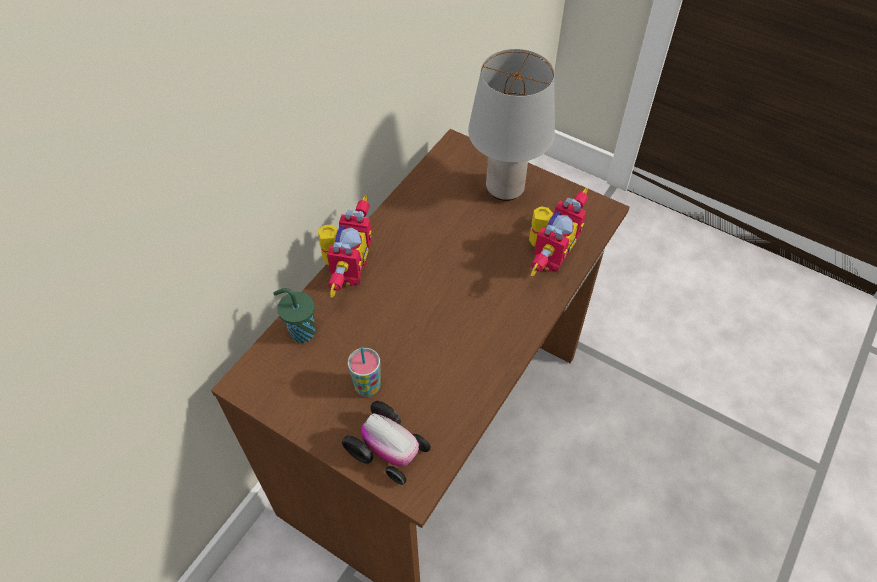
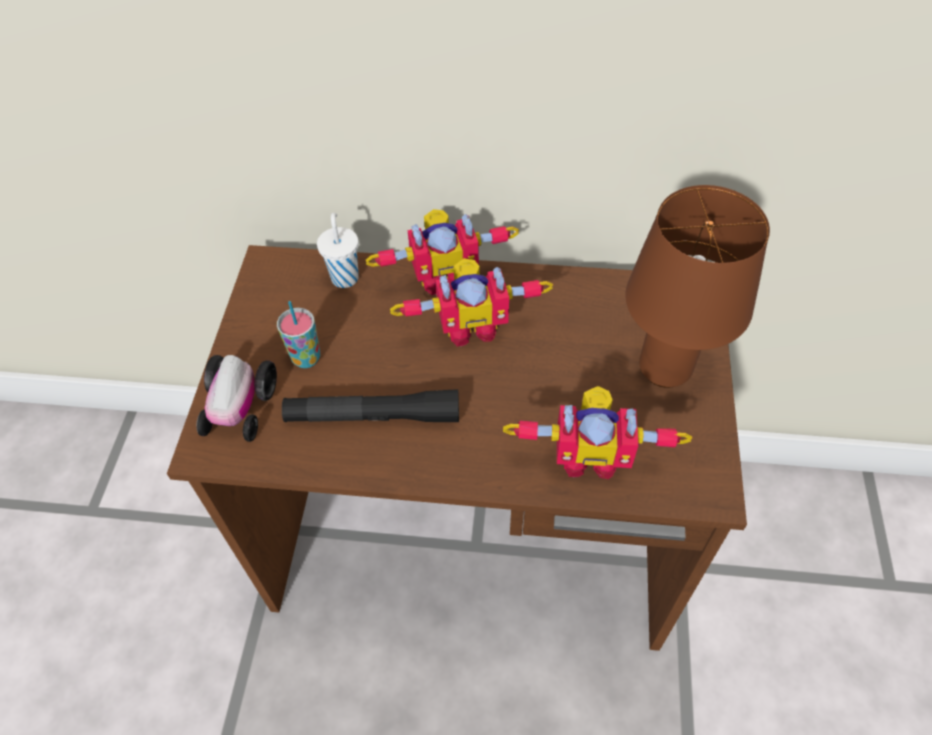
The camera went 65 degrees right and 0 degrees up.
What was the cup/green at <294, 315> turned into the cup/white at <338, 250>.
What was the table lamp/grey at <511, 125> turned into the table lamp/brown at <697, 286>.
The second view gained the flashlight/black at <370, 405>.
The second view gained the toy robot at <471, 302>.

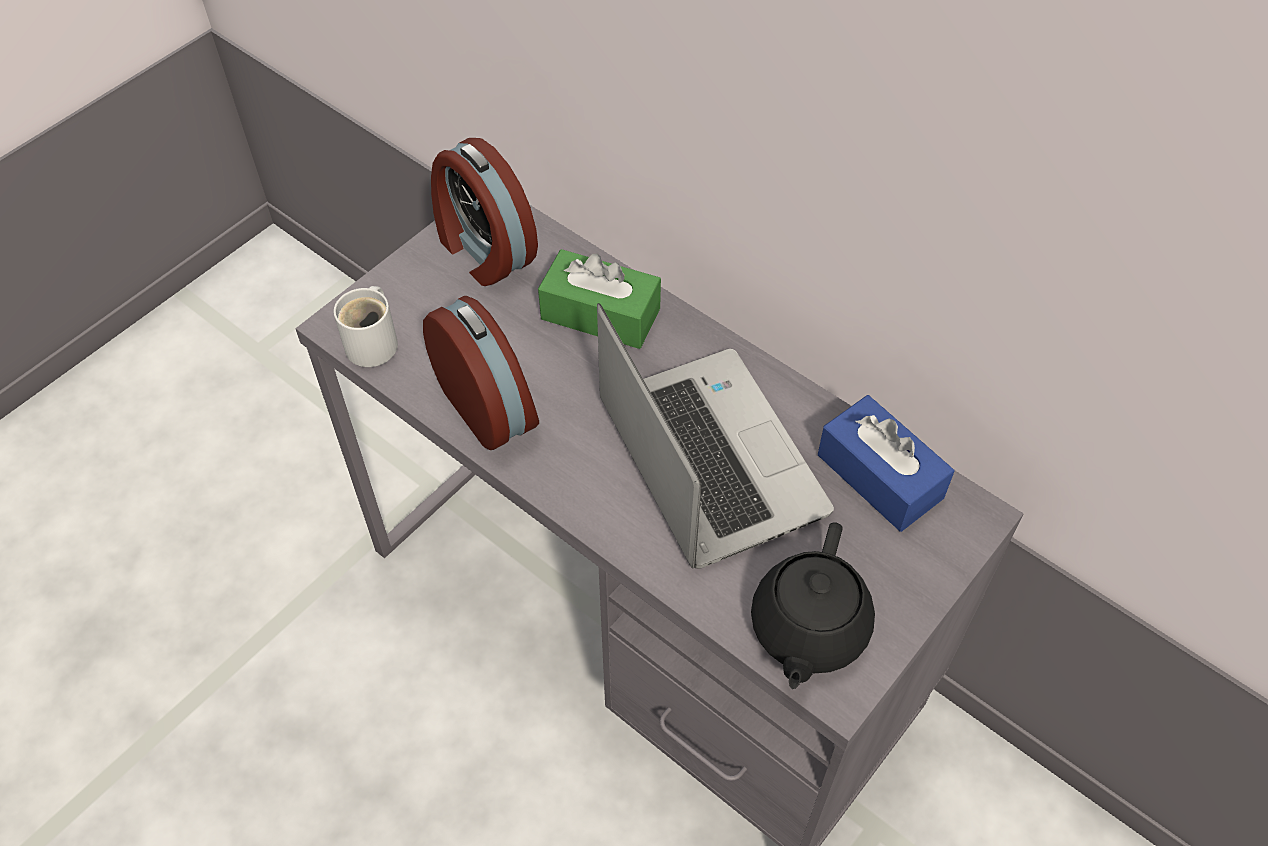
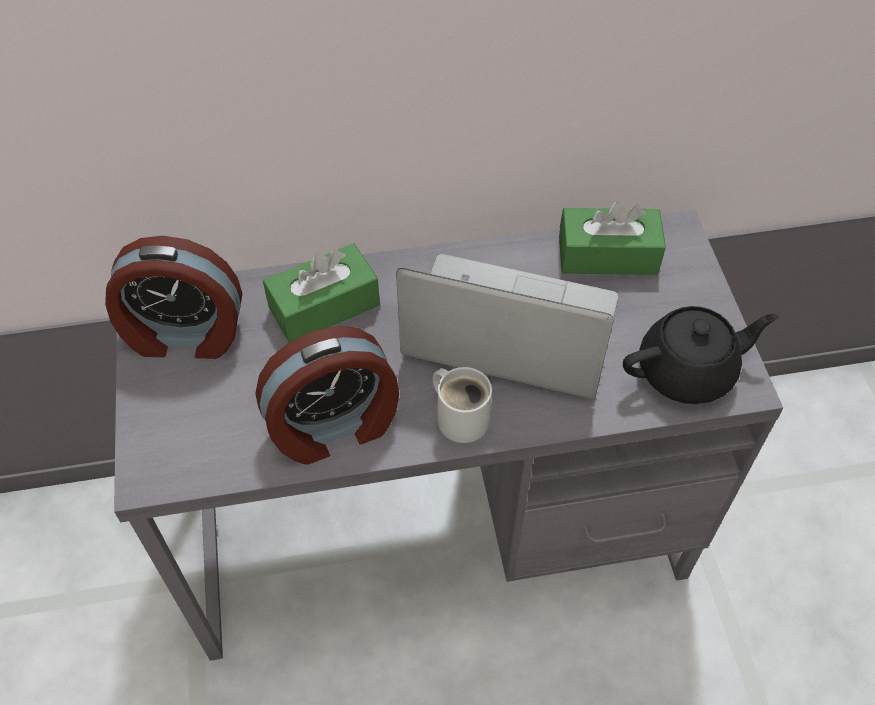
The camera went 50 degrees left and 0 degrees up.
The mug/white ended up elsewhere, having gone from <365, 326> to <462, 405>.
The alarm clock at <481, 373> ended up facing another way, 150 degrees clockwise from before.
The teapot/black at <813, 605> ended up facing another way, 75 degrees counterclockwise from before.
What was the tissue box/blue at <886, 463> turned into the tissue box/green at <612, 237>.

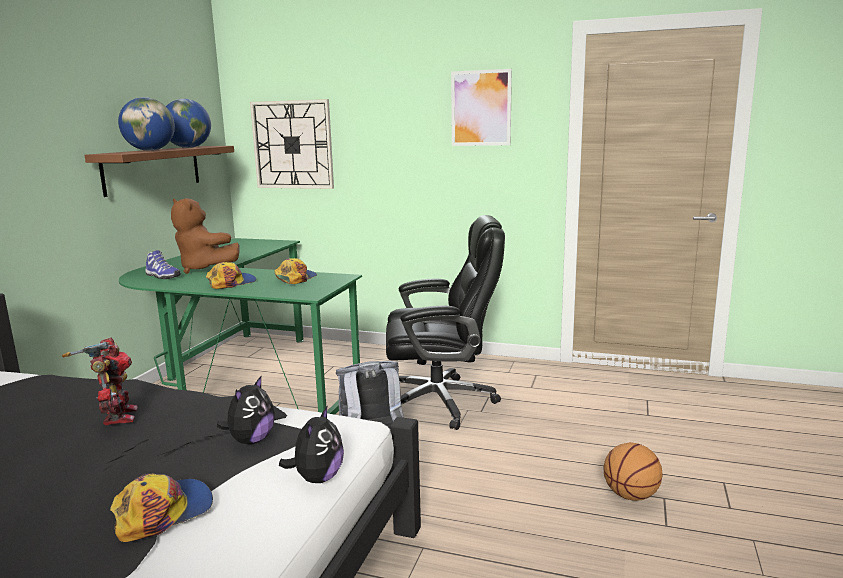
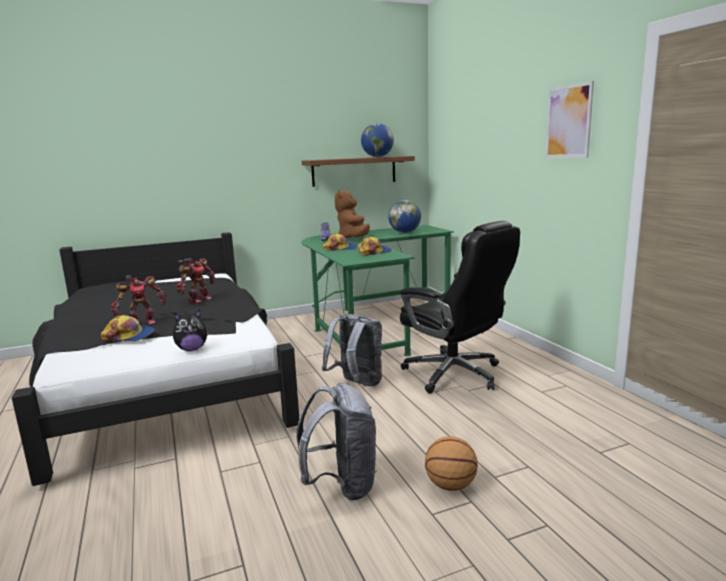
The camera went 50 degrees right and 0 degrees up.
The globe ended up elsewhere, having gone from <146, 124> to <404, 216>.
The second view lost the plush toy at <246, 410>.
The second view lost the wall clock at <292, 144>.
The second view gained the toy robot at <139, 299>.
The second view gained the backpack/grey at <336, 442>.

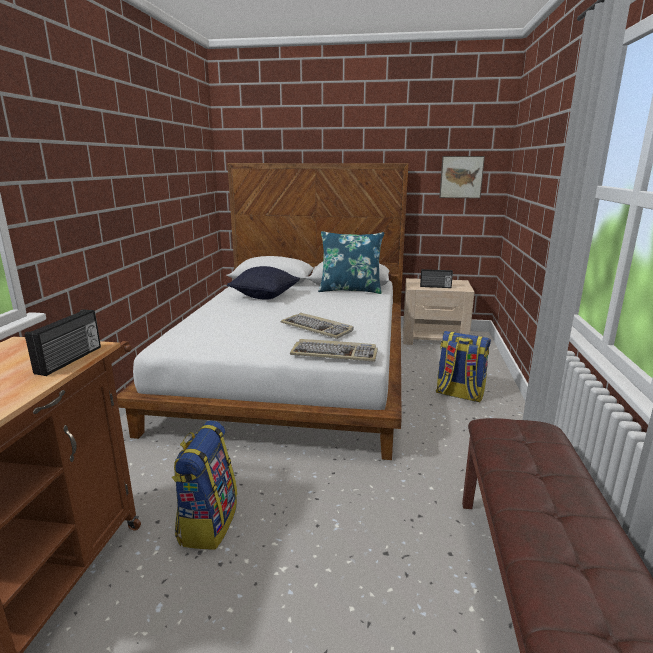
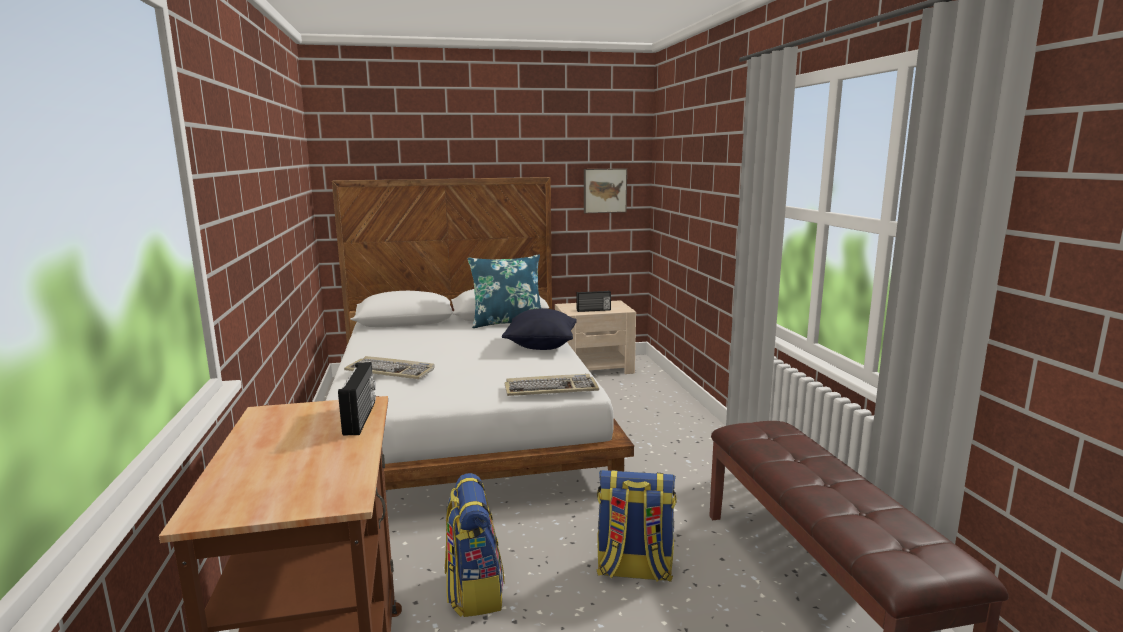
The camera went 20 degrees left and 5 degrees down.
The pillow/black ended up elsewhere, having gone from <263, 283> to <539, 329>.
The keyboard ended up elsewhere, having gone from <317, 326> to <389, 367>.
The backpack ended up elsewhere, having gone from <463, 366> to <636, 526>.

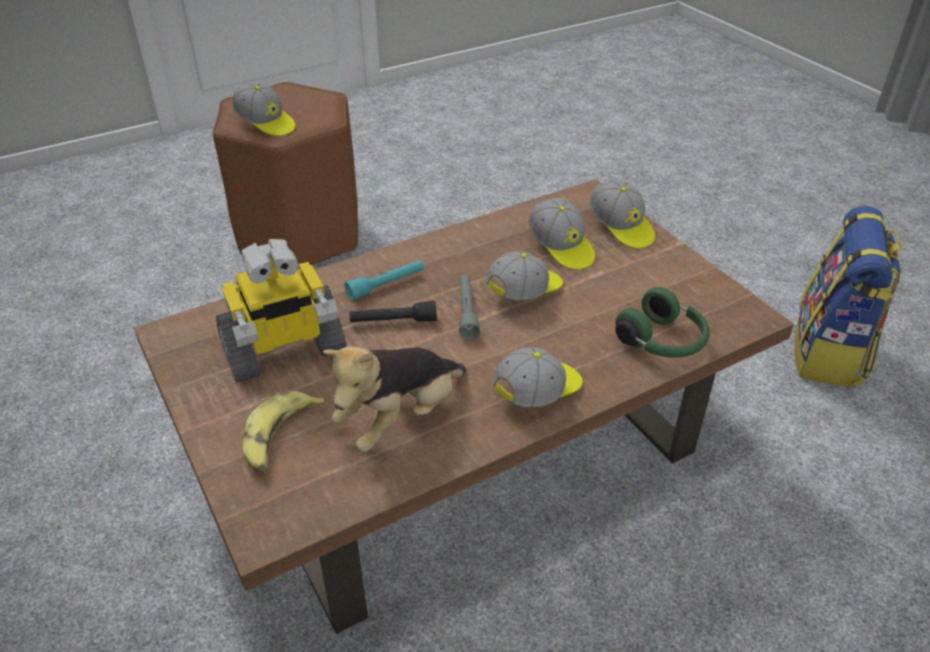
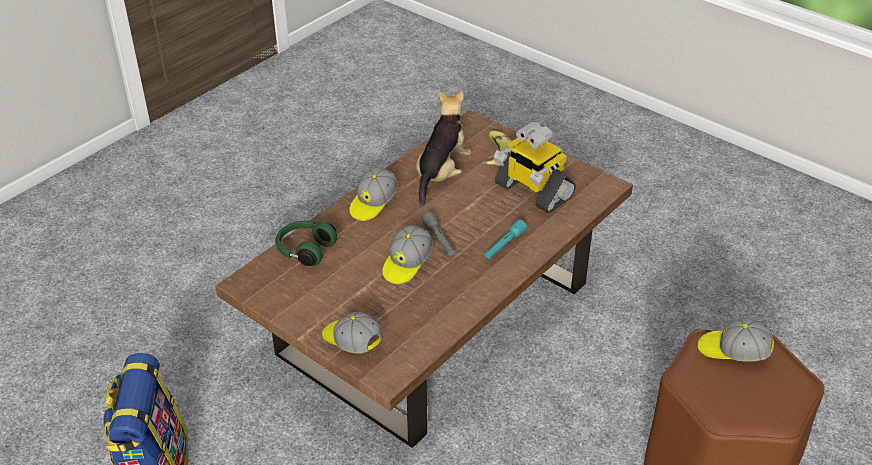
The camera went 160 degrees right and 0 degrees up.
The toy robot at <281, 311> ended up facing another way, 90 degrees counterclockwise from before.
The second view lost the flashlight/black at <393, 311>.
The second view lost the cap at <561, 234>.

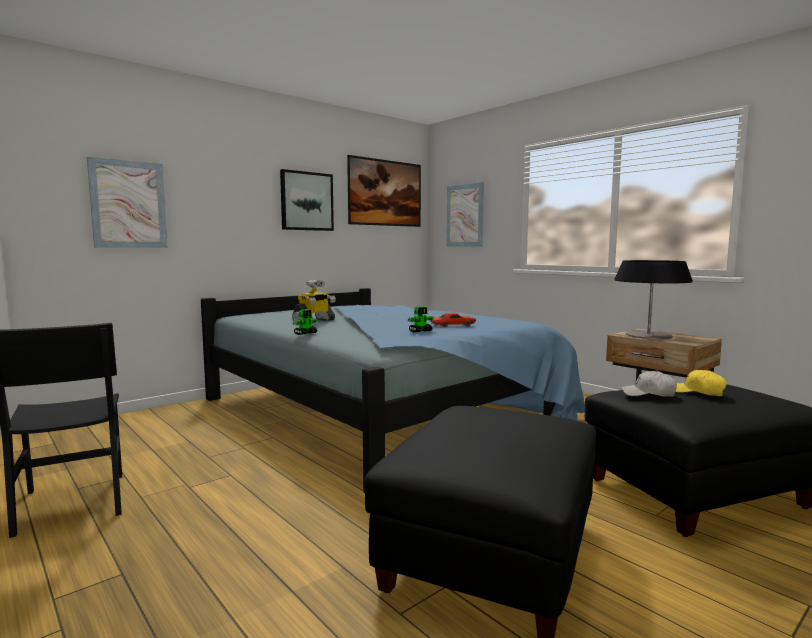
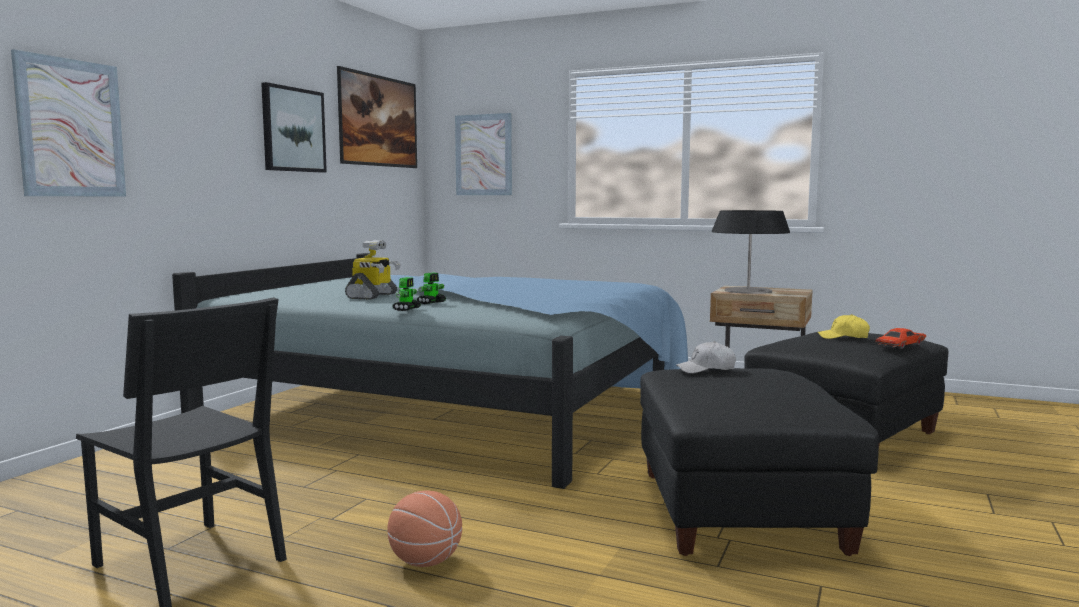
The camera went 25 degrees left and 0 degrees up.
The toy robot ended up elsewhere, having gone from <420, 319> to <431, 288>.
The toy car/red ended up elsewhere, having gone from <453, 320> to <900, 338>.
The cap/white ended up elsewhere, having gone from <649, 384> to <706, 357>.
The second view gained the basketball at <424, 528>.

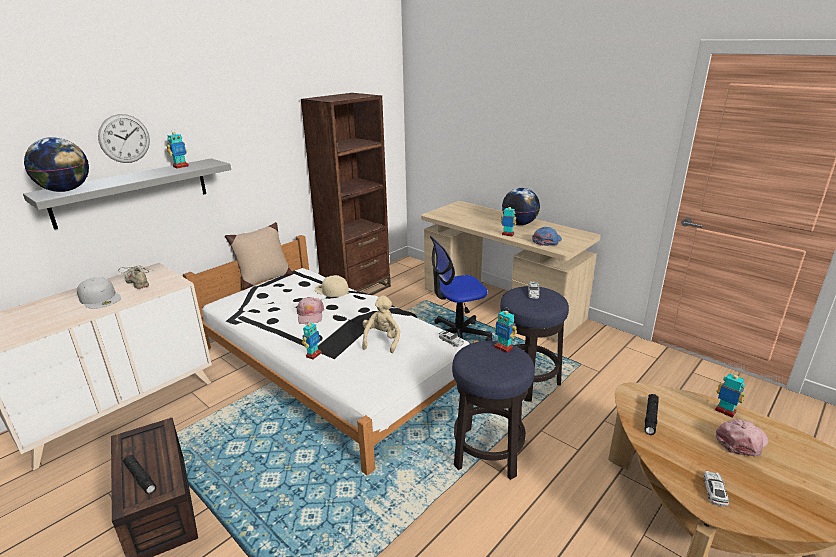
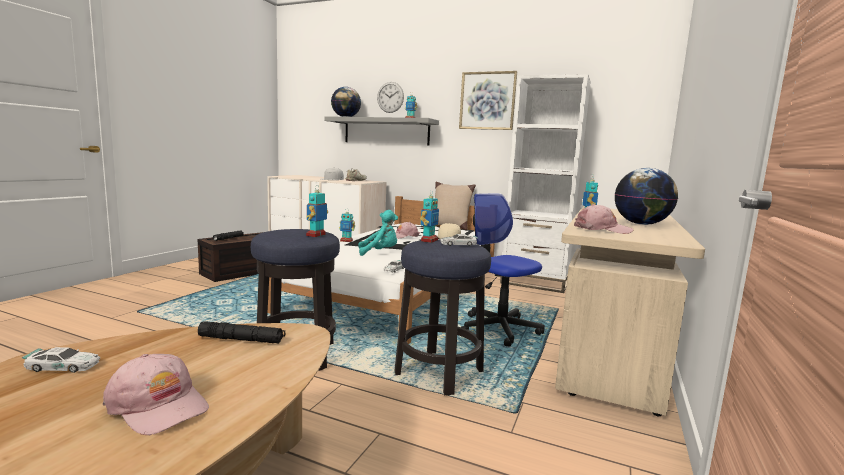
The camera went 70 degrees right and 15 degrees down.
What was the bookcase/brown at <346, 194> turned into the bookcase/white at <545, 183>.
What was the plush toy/beige at <381, 324> turned into the plush toy/turquoise at <378, 233>.
What was the cap/blue at <547, 236> turned into the cap/pink at <603, 219>.
The toy robot ended up elsewhere, having gone from <730, 394> to <429, 219>.
The second view gained the picture at <488, 100>.

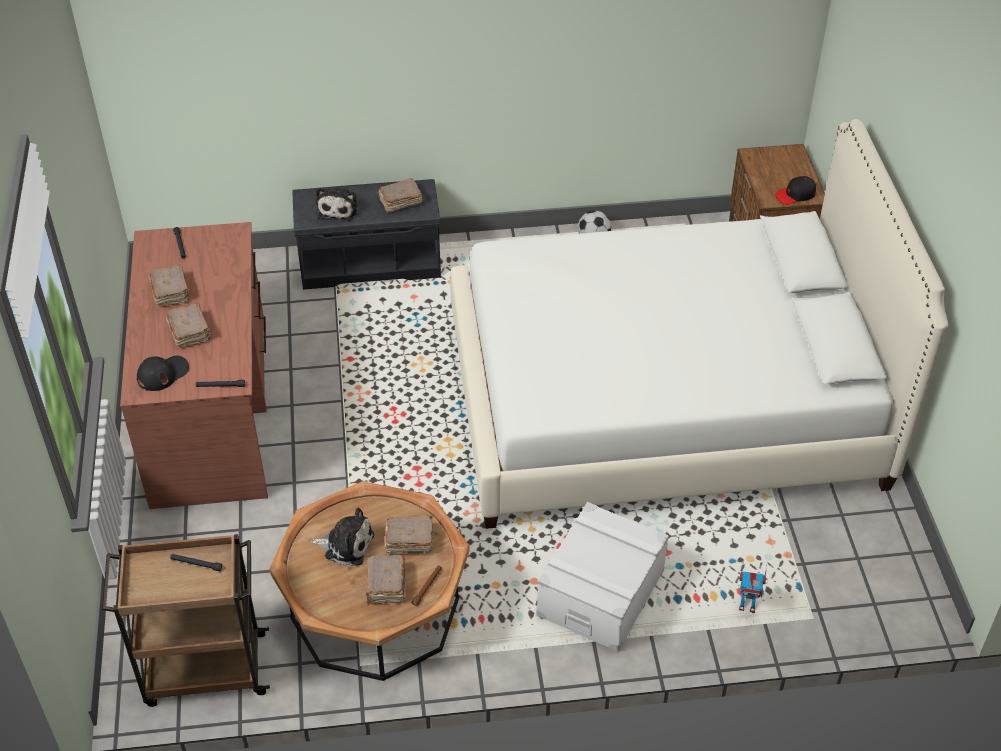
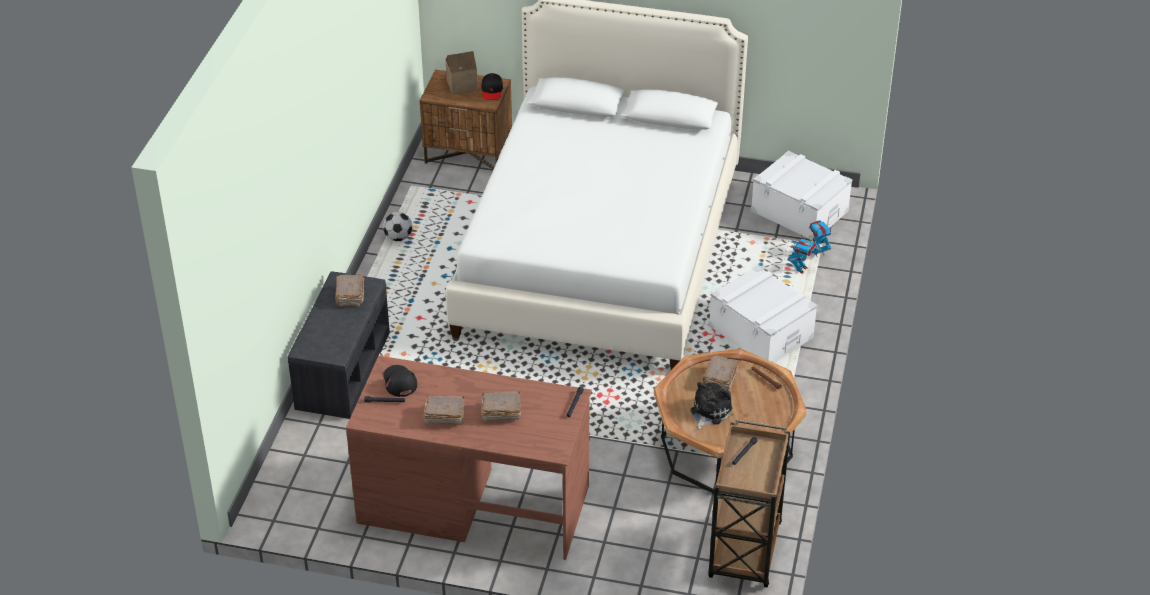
The camera went 70 degrees left and 5 degrees down.
The cap/black ended up elsewhere, having gone from <163, 373> to <400, 381>.
The second view lost the plush toy at <336, 204>.
The second view lost the book/brown at <386, 579>.
The second view gained the toy house at <462, 73>.
The second view gained the storage box/white at <802, 196>.
The second view gained the toy robot at <820, 238>.

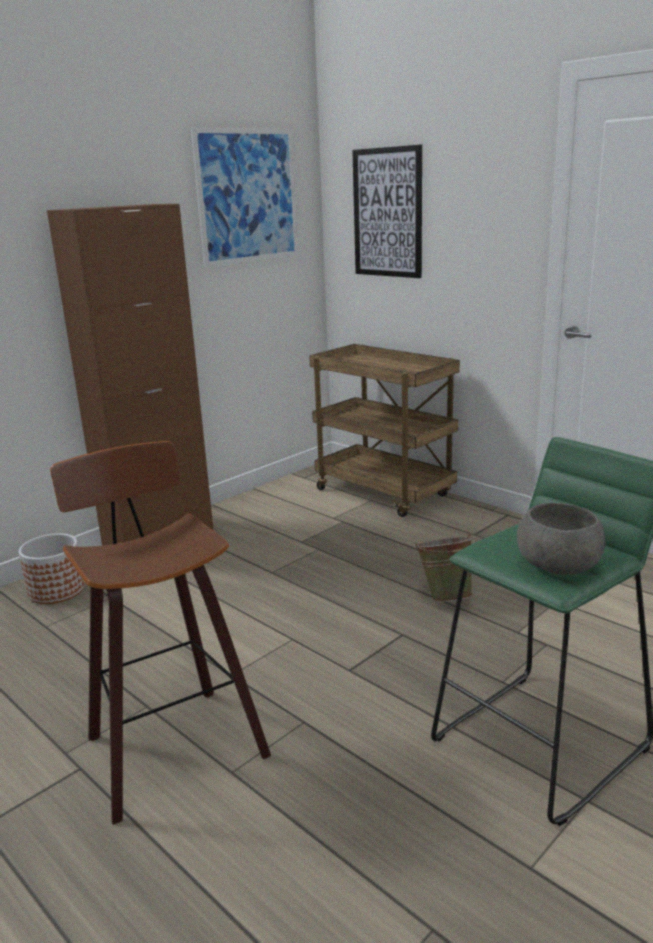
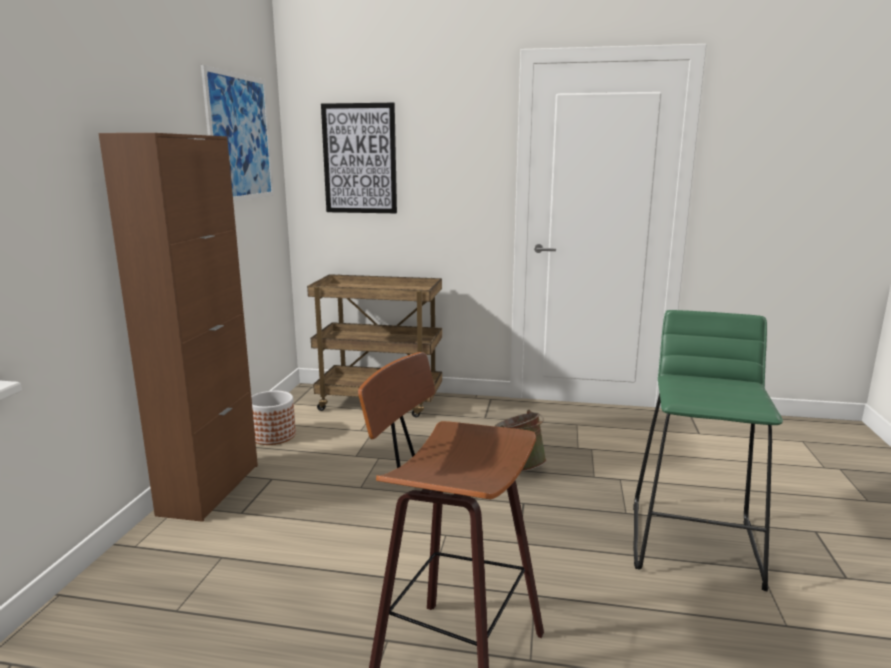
The camera went 35 degrees left and 5 degrees down.
The planter ended up elsewhere, having gone from <52, 568> to <273, 418>.
The second view lost the bowl/grey at <561, 539>.

